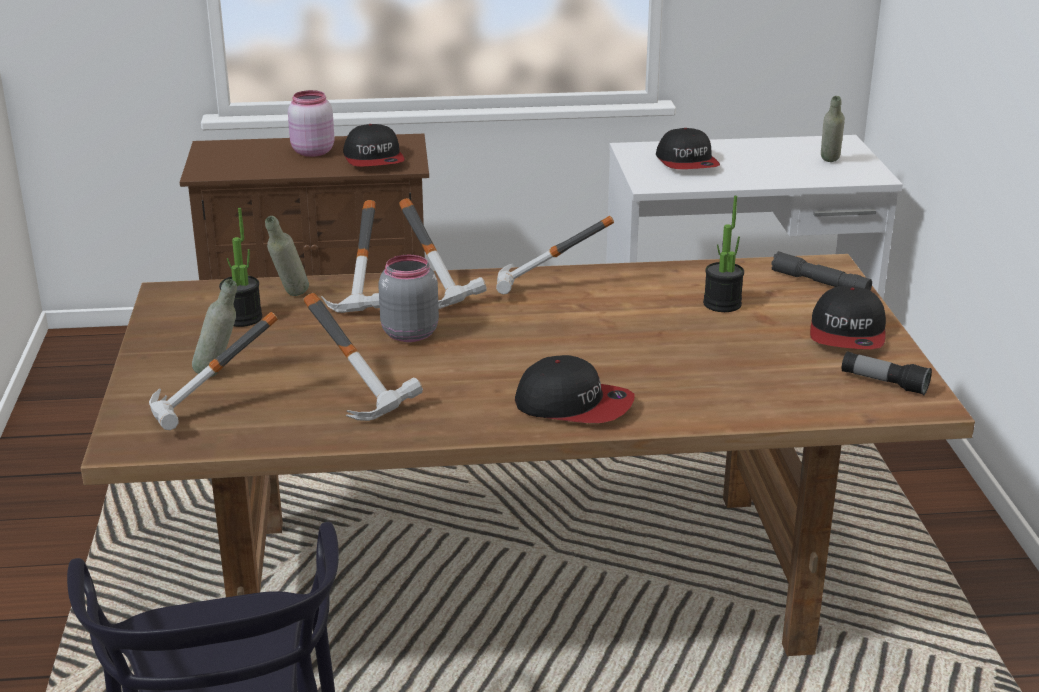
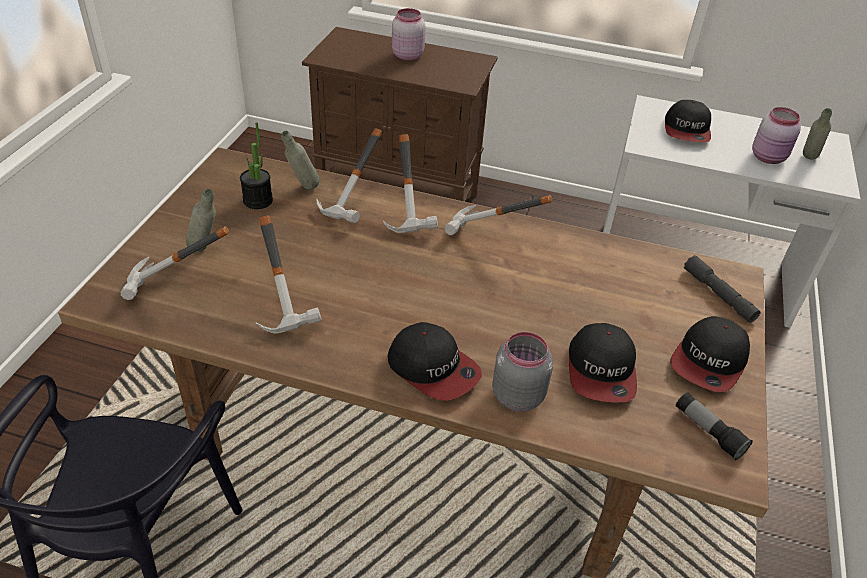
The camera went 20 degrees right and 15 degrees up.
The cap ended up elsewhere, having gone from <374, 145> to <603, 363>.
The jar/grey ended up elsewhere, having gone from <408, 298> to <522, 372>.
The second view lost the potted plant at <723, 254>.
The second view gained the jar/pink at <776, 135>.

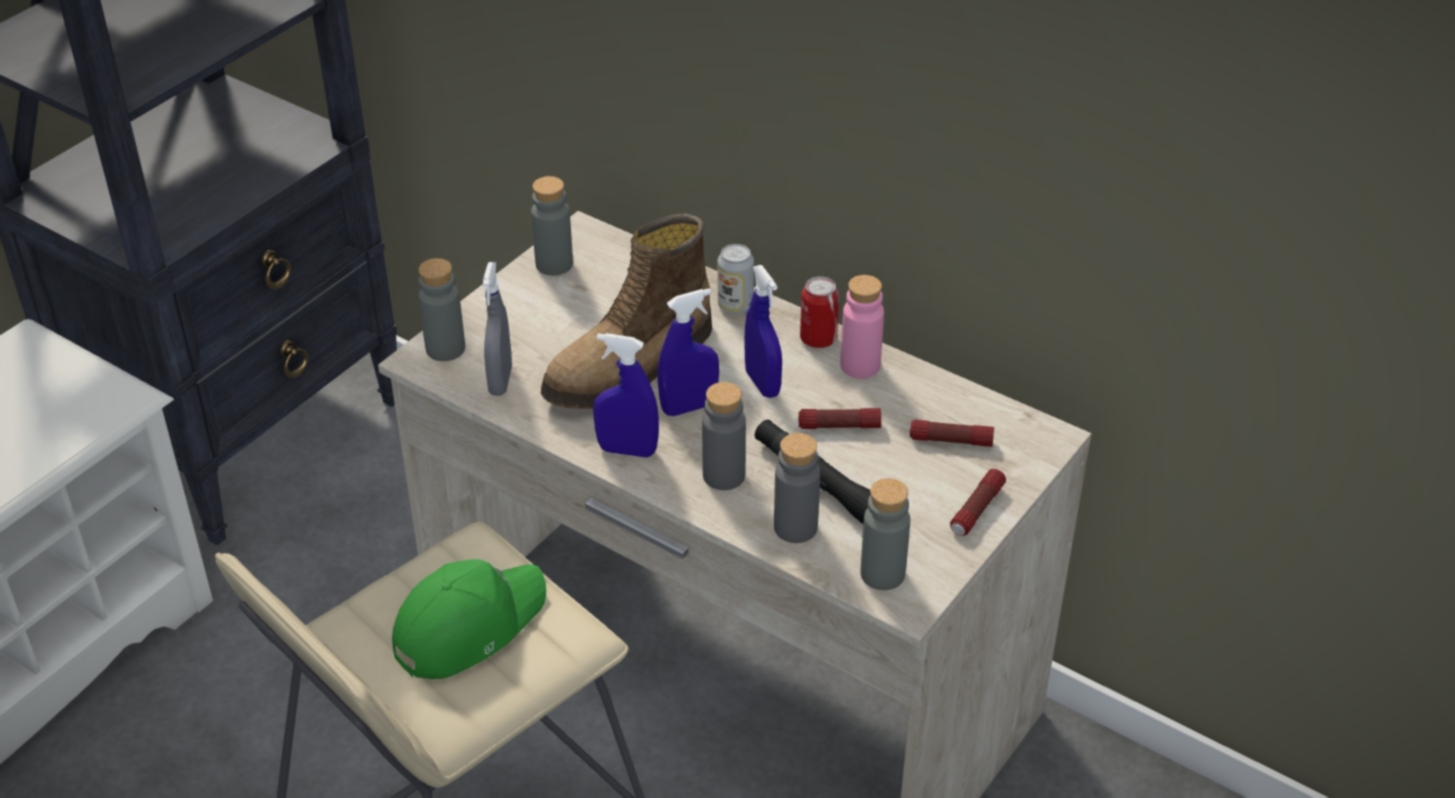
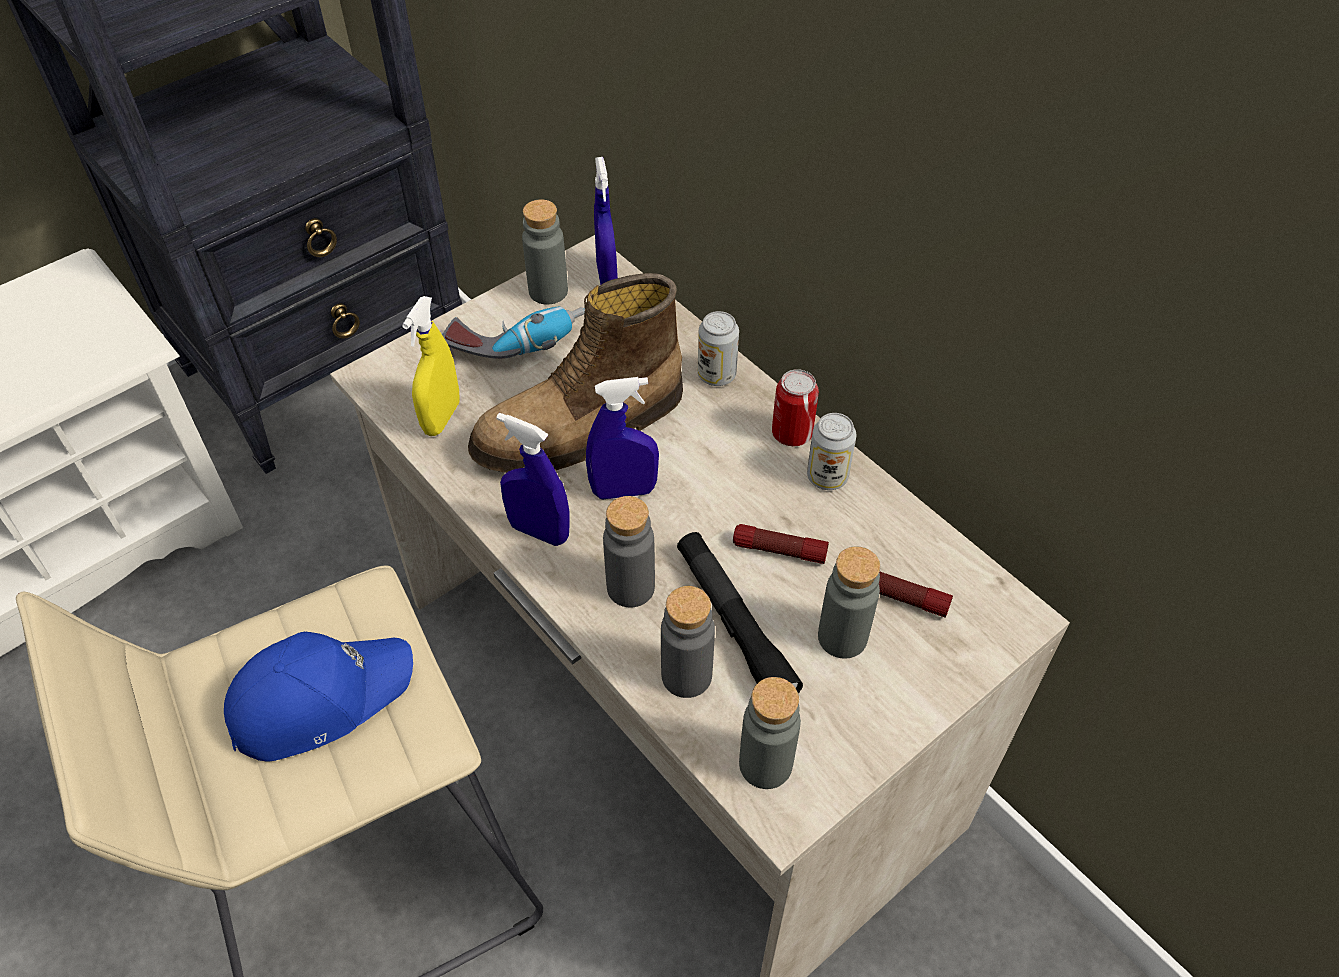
The camera went 15 degrees right and 10 degrees up.
What was the cap/green at <469, 619> turned into the cap/blue at <318, 696>.
The bottle/grey ended up elsewhere, having gone from <441, 309> to <849, 602>.
What was the spray bottle/grey at <497, 329> turned into the spray bottle/yellow at <431, 366>.
The spray bottle/blue ended up elsewhere, having gone from <763, 331> to <606, 221>.
Where the bottle/pink stood at <862, 327>, the can came to stand at <832, 451>.
The second view lost the flashlight at <978, 502>.
The second view gained the power drill at <513, 333>.

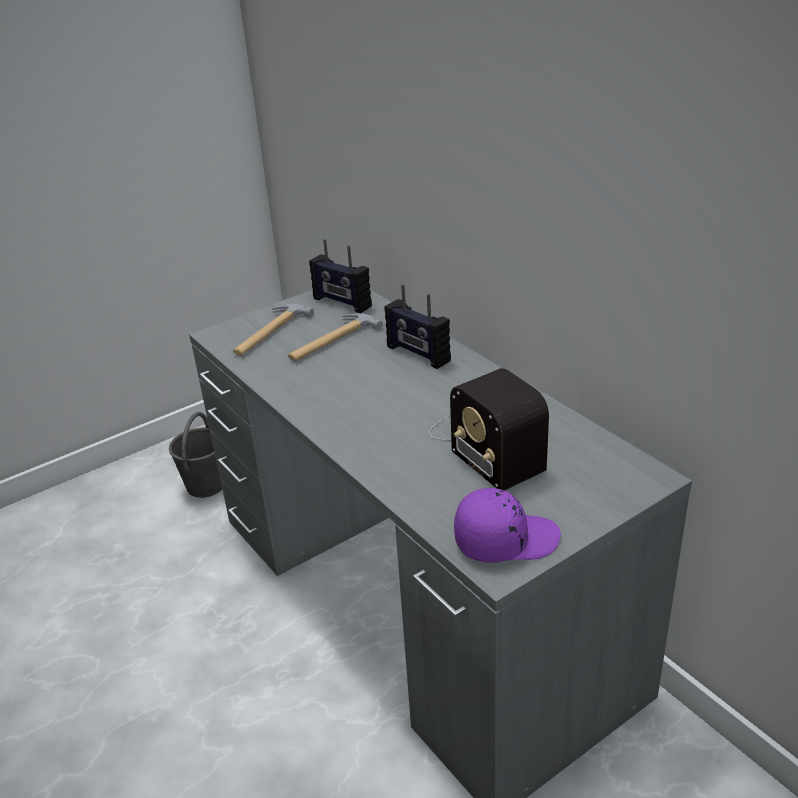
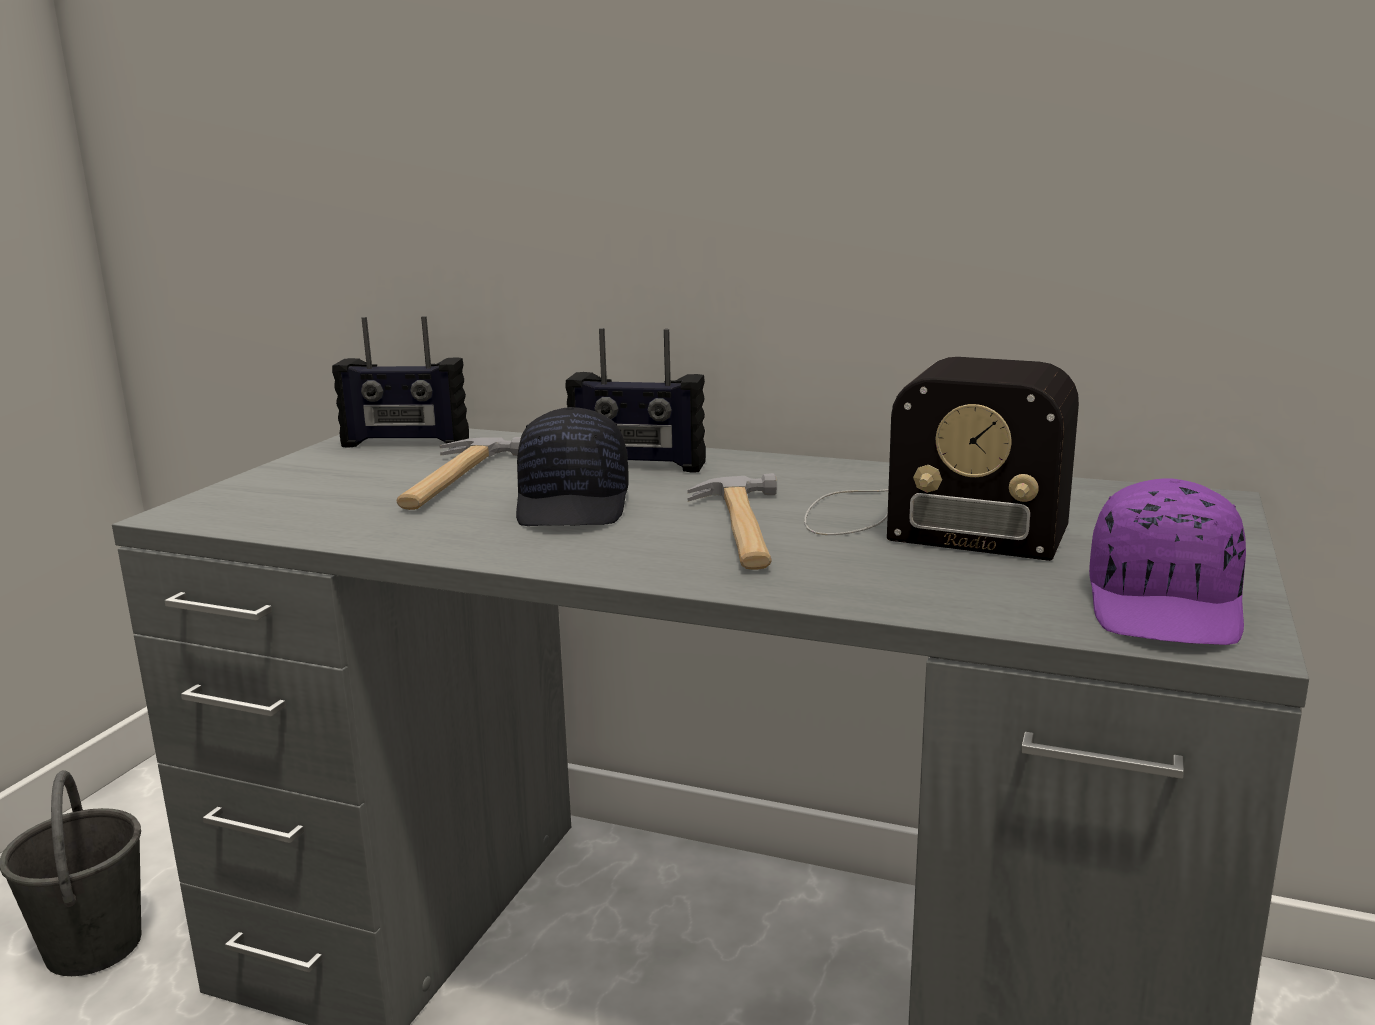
The camera went 35 degrees left and 15 degrees down.
The hammer ended up elsewhere, having gone from <273, 330> to <732, 521>.
The cap/purple at <507, 525> ended up facing another way, 150 degrees clockwise from before.
The second view gained the cap/black at <572, 466>.

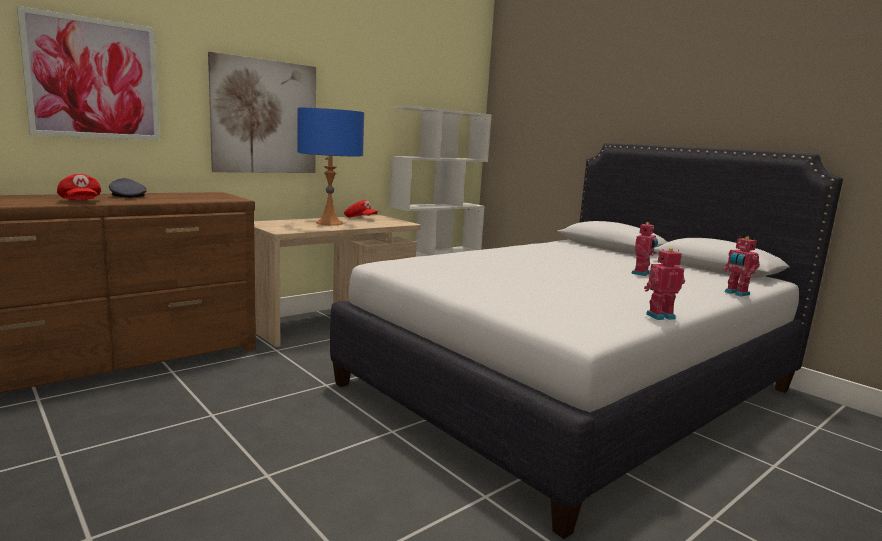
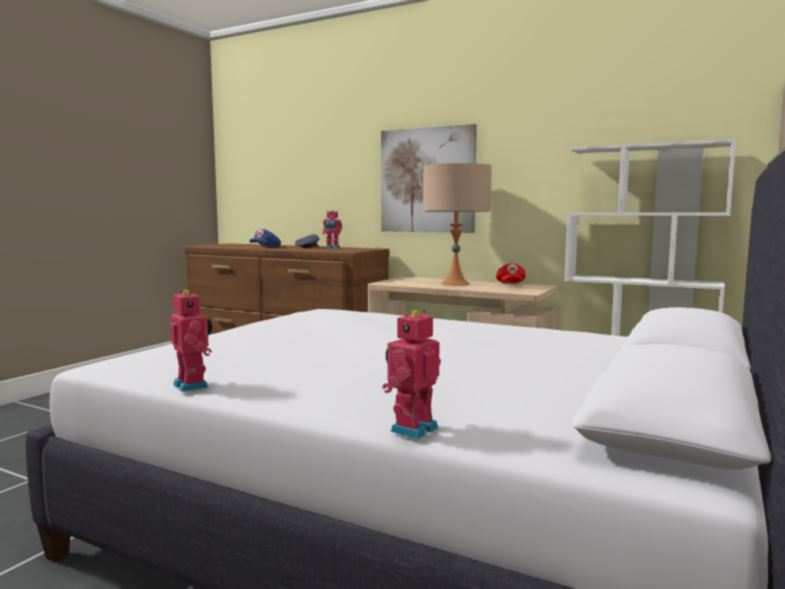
The camera went 70 degrees right and 5 degrees down.
The second view lost the picture at <88, 73>.
What was the cap/red at <79, 187> turned into the cap/blue at <265, 238>.
What was the table lamp/blue at <330, 166> turned into the table lamp/beige at <457, 224>.
The toy robot ended up elsewhere, having gone from <644, 249> to <332, 229>.

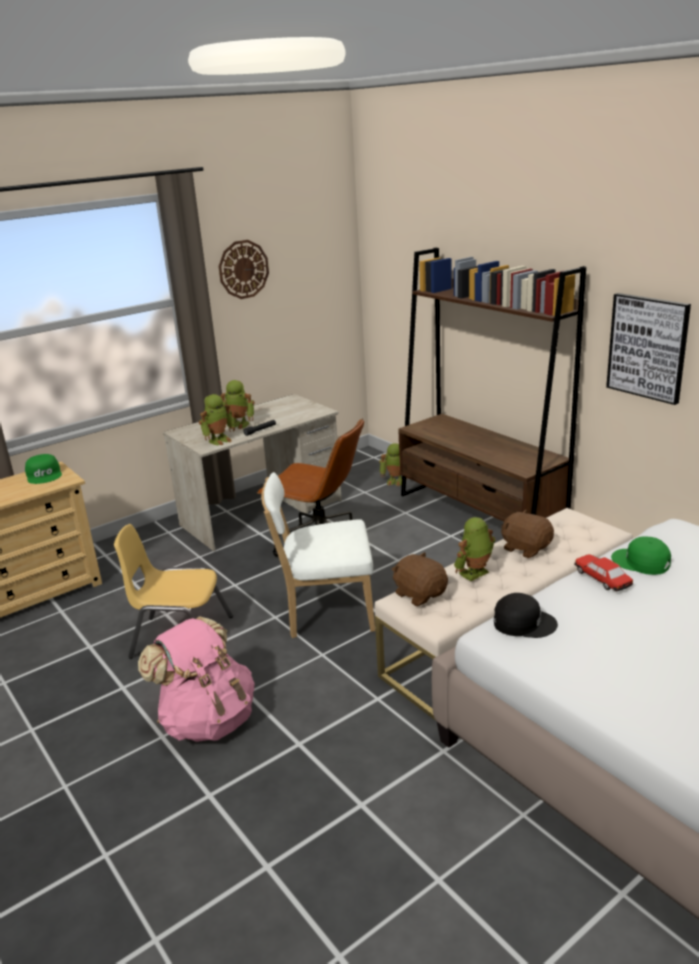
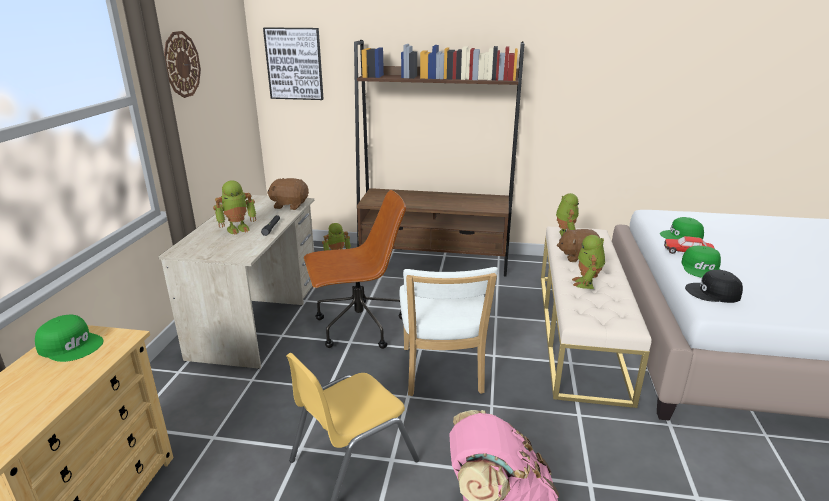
The camera went 45 degrees left and 0 degrees up.
The toy robot ended up elsewhere, having gone from <217, 419> to <567, 215>.
The chair/white at <318, 555> ended up facing another way, 45 degrees counterclockwise from before.
The plush toy/brown ended up elsewhere, having gone from <419, 579> to <288, 194>.
The cap/black at <526, 615> ended up facing another way, 135 degrees counterclockwise from before.
The picture ended up elsewhere, having gone from <648, 349> to <293, 63>.
The second view gained the cap/green at <701, 262>.

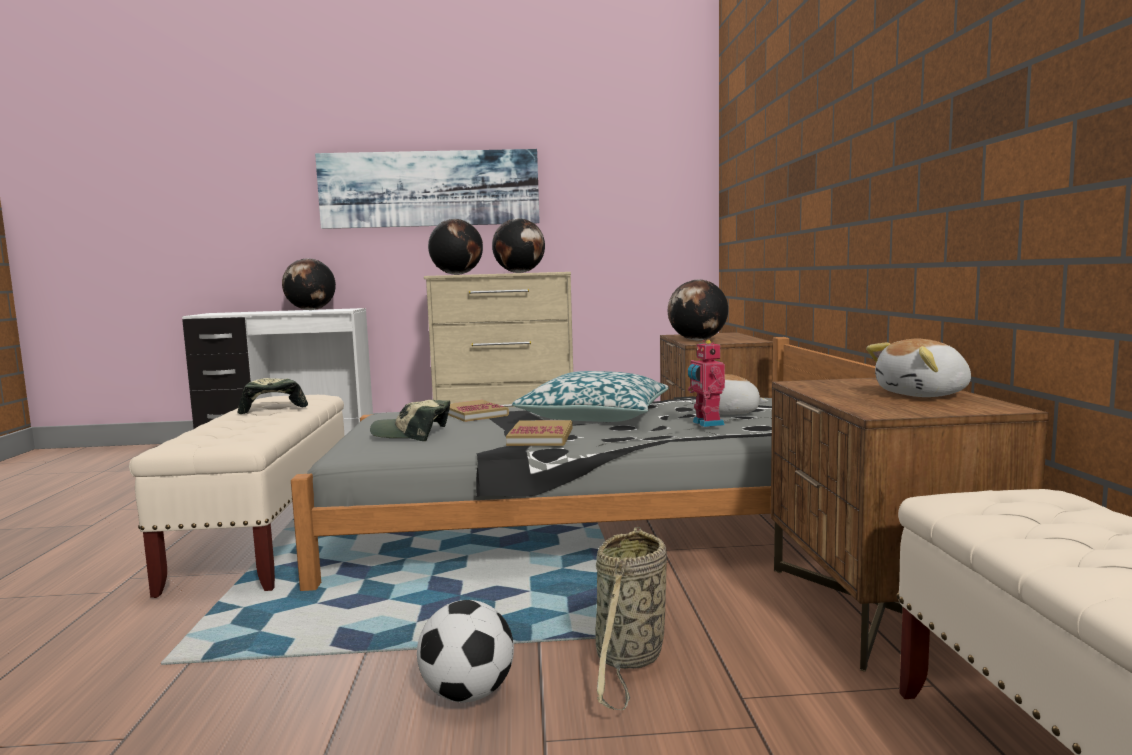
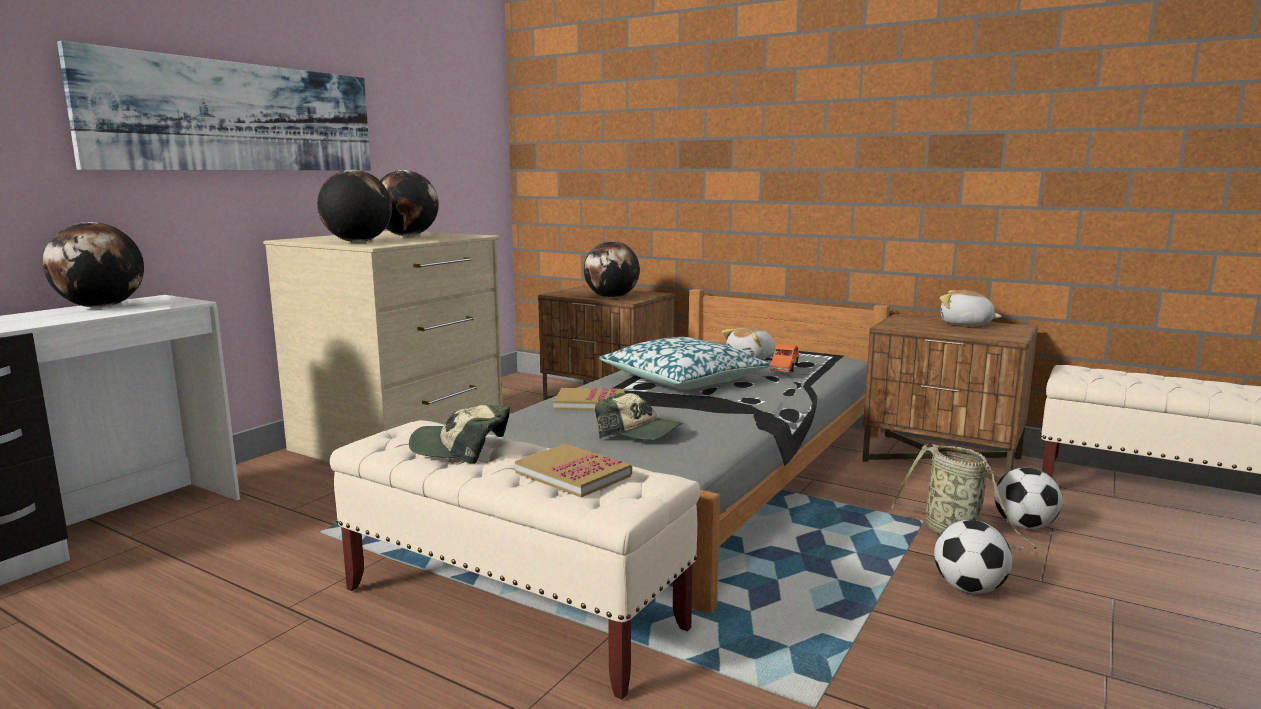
The camera went 55 degrees left and 5 degrees up.
The cap at <410, 420> ended up facing another way, 105 degrees counterclockwise from before.
The book ended up elsewhere, having gone from <539, 433> to <573, 471>.
Where the toy robot stood at <706, 383>, the toy car/orange came to stand at <784, 358>.
The plush toy at <918, 368> ended up facing another way, 105 degrees clockwise from before.
The second view gained the football at <1028, 498>.

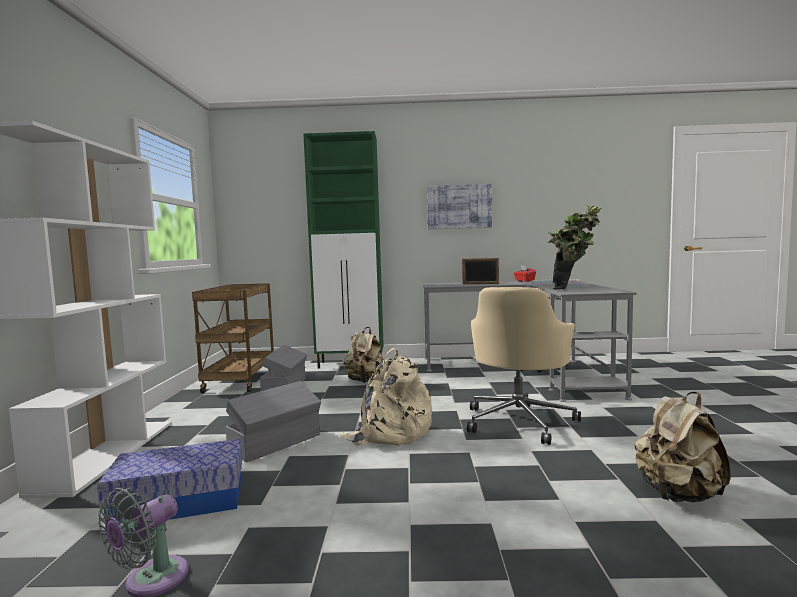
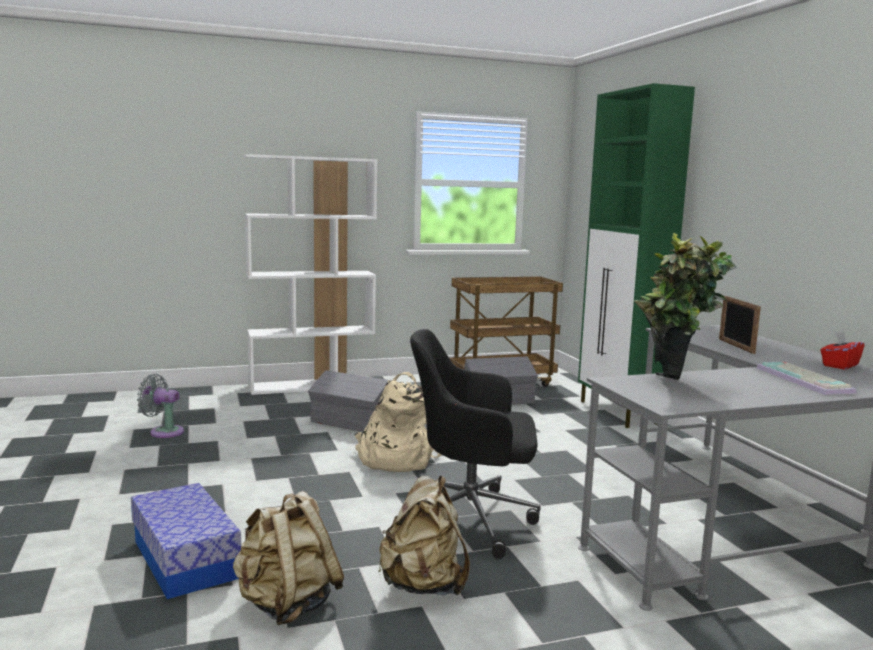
The camera went 70 degrees right and 5 degrees up.
The storage box ended up elsewhere, having gone from <170, 480> to <186, 541>.
The backpack/beige ended up elsewhere, having gone from <363, 355> to <424, 535>.
The second view lost the picture at <459, 206>.
What was the office chair/beige at <524, 366> turned into the office chair/black at <475, 444>.

